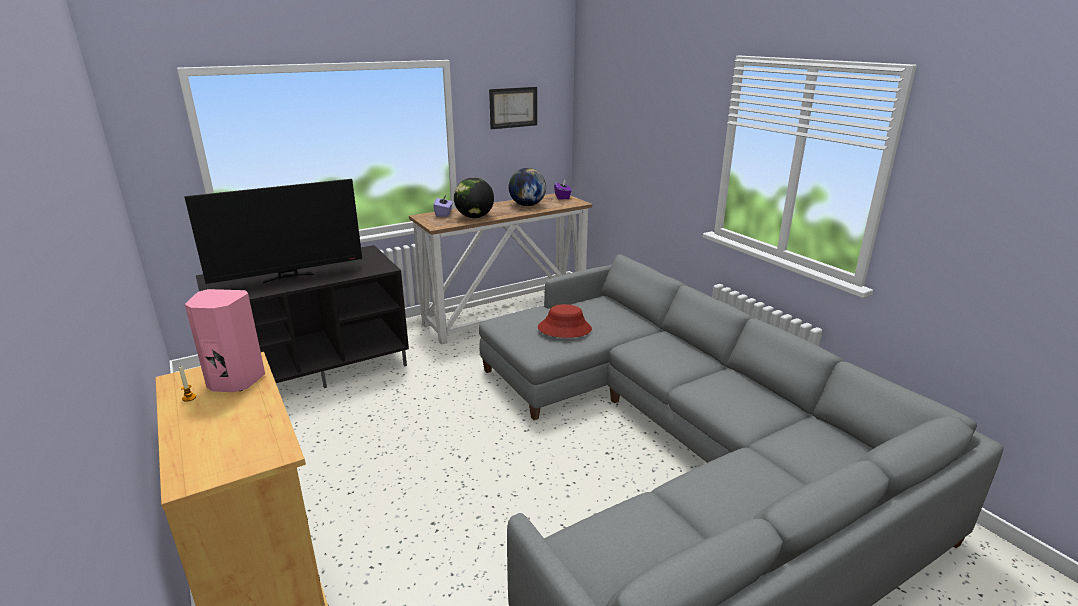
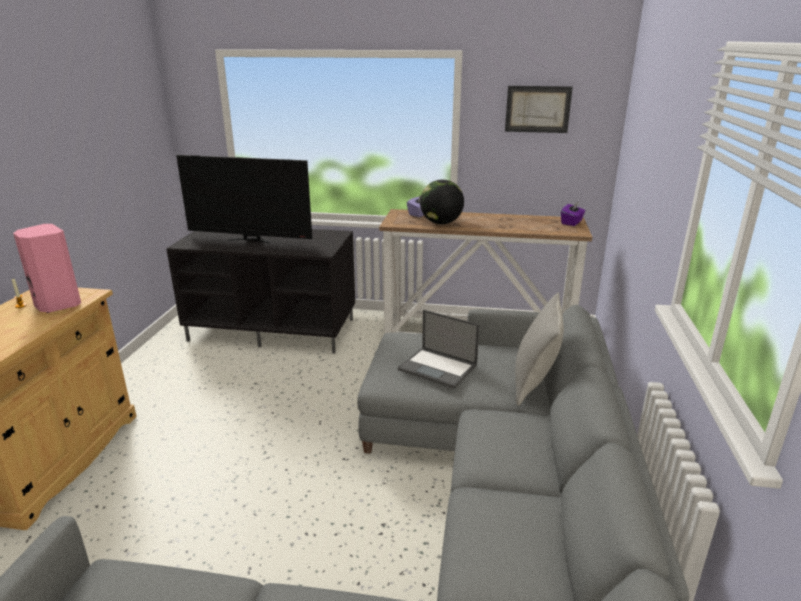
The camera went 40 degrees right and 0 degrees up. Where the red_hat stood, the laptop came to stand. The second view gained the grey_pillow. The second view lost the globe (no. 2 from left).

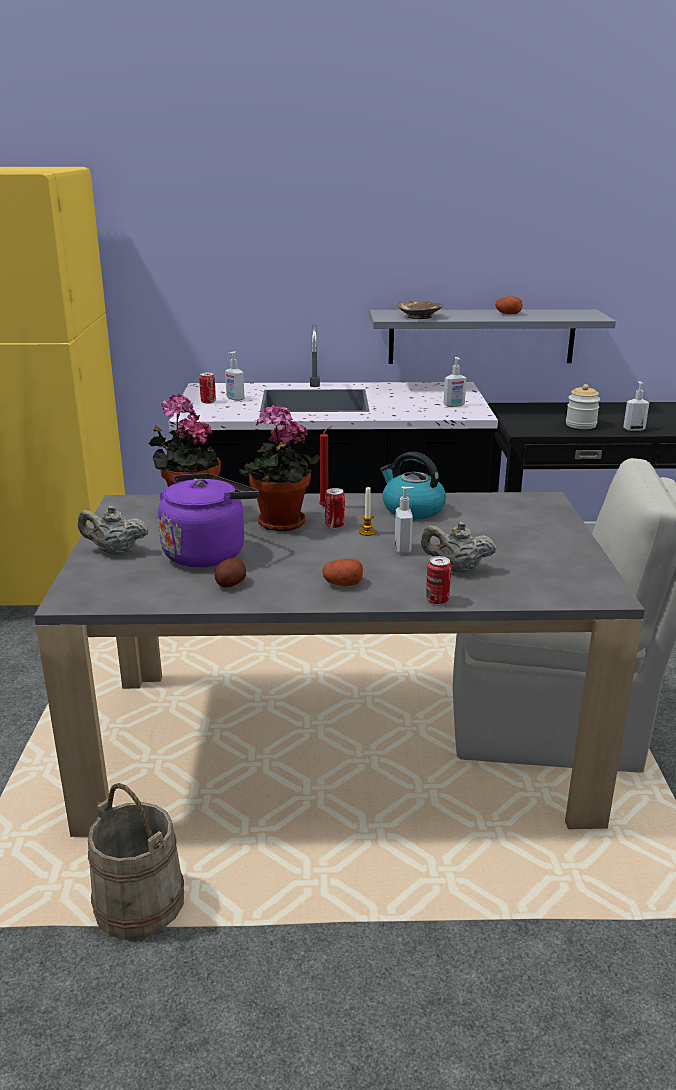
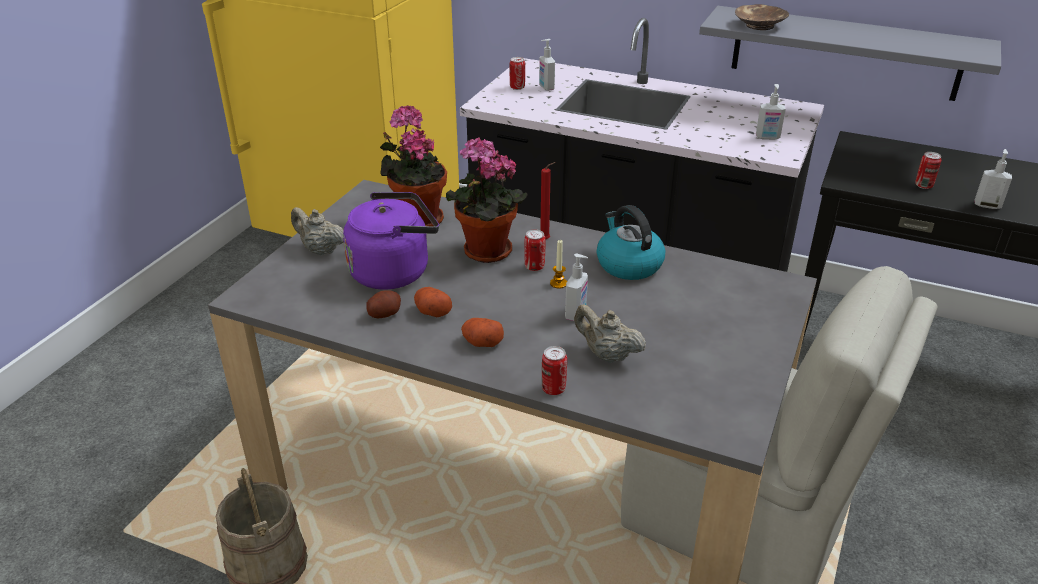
The camera went 25 degrees right and 10 degrees up. The potato (no. 3 from left in the first image) ended up elsewhere. Where the jar stood, the can (no. 4 from left) came to stand.

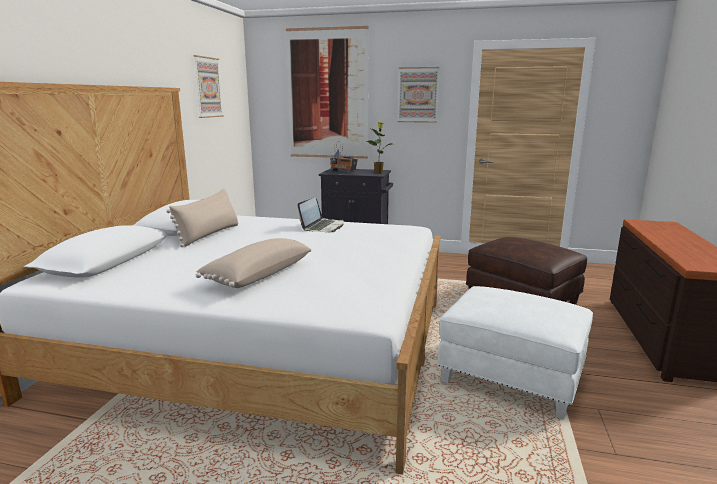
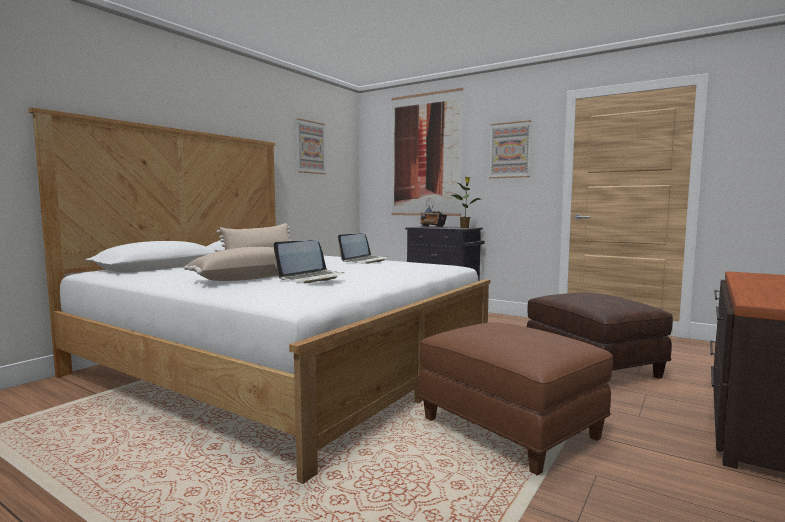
The camera went 20 degrees right and 10 degrees down. The second view gained the laptop (no. 1 from left). What was the white_ottoman turned into the brown_ottoman (no. 1 from left).

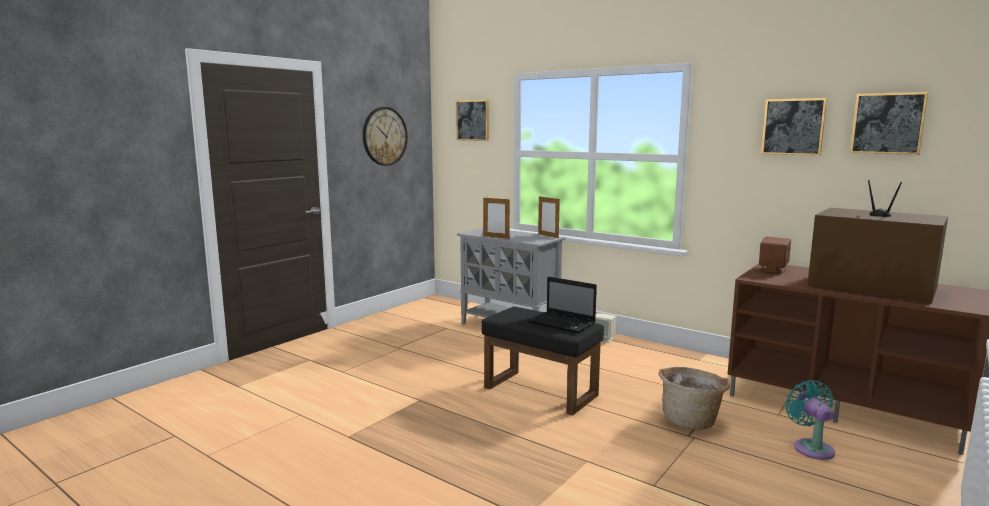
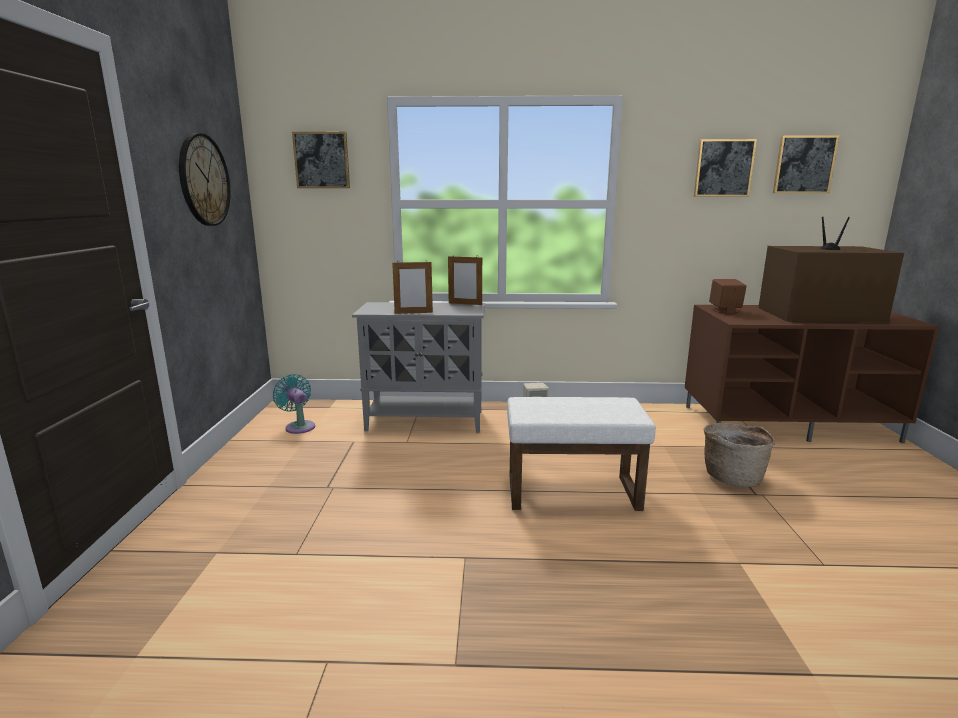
The camera went 35 degrees left and 5 degrees up. The turquoise_fan ended up elsewhere. What was the black_ottoman turned into the white_ottoman. The second view lost the laptop.

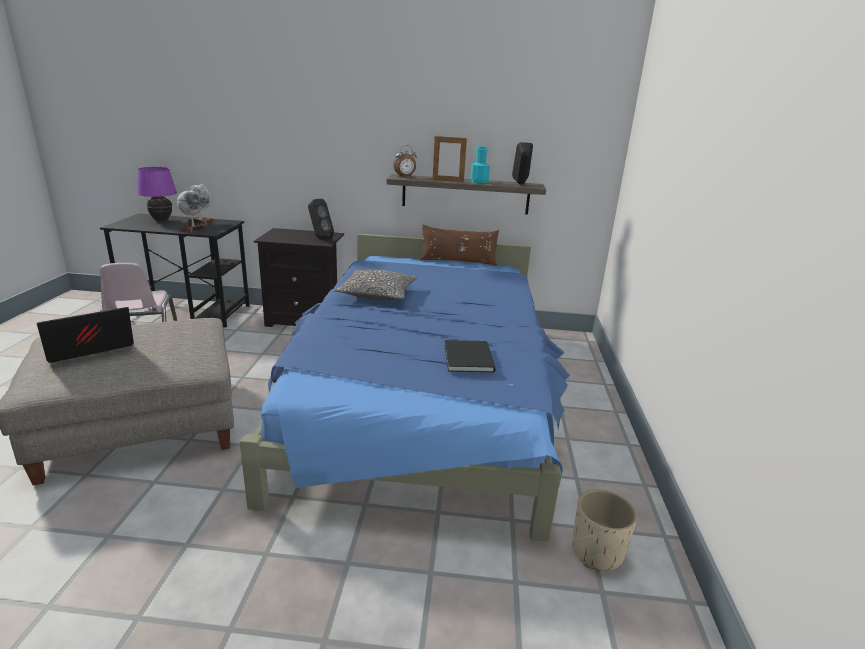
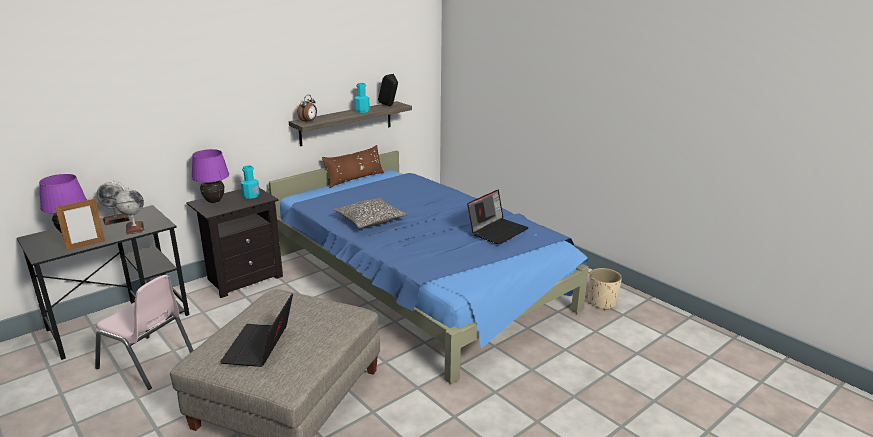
The camera went 45 degrees left and 0 degrees up. The picture_frame ended up elsewhere. The second view gained the purple_table_lamp (no. 2 from left). Where the black_speaker (no. 1 from left) stood, the turquoise_bottle (no. 1 from left) came to stand. Where the black_book stood, the laptop (no. 2 from left) came to stand.

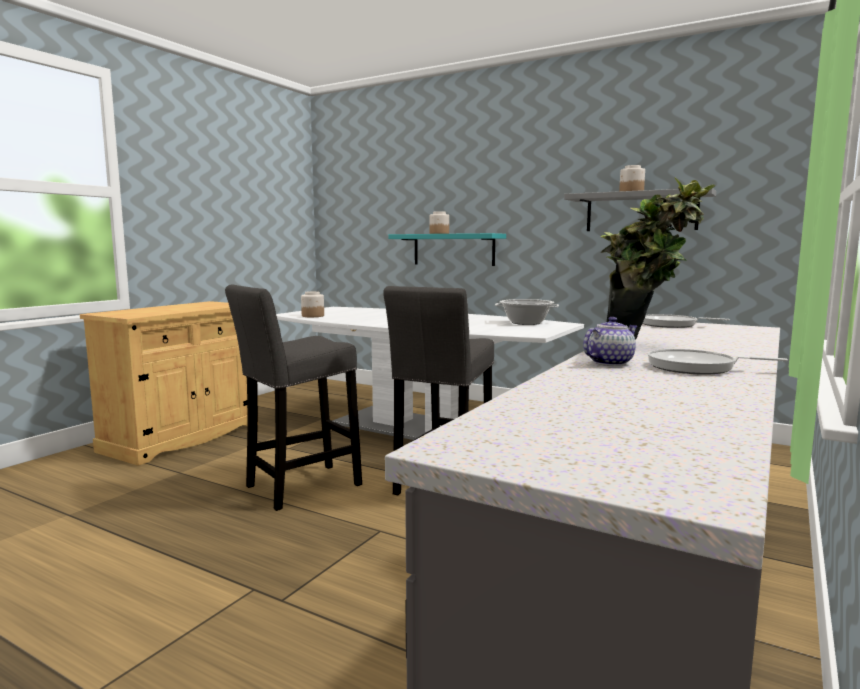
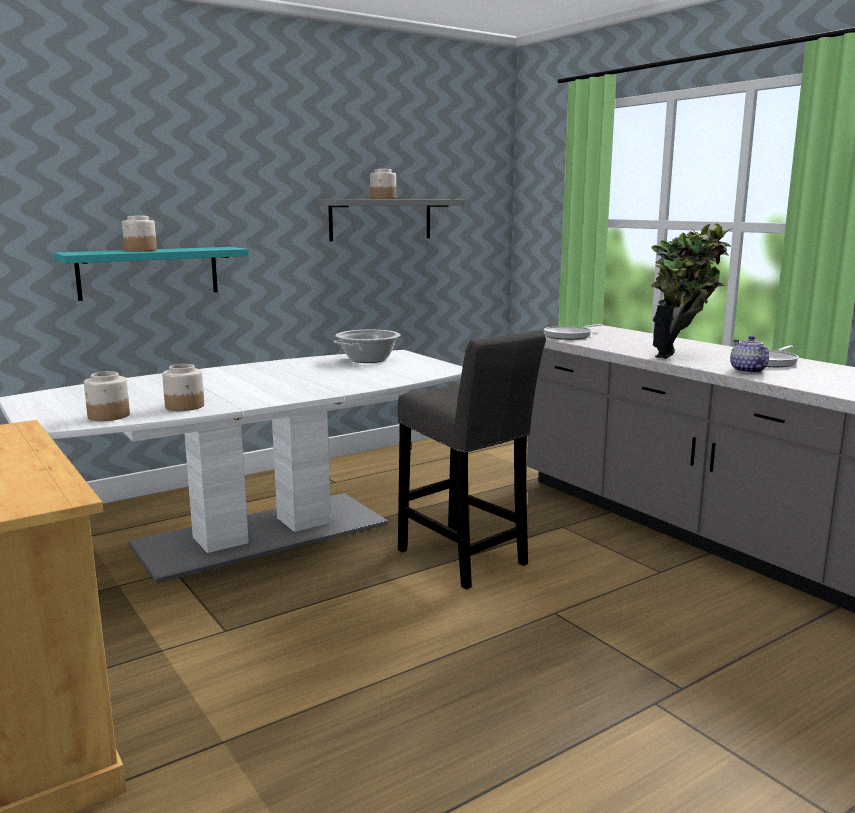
The camera went 65 degrees left and 5 degrees up. The second view gained the jar (no. 3 from left). The second view lost the grey_stool (no. 1 from left).

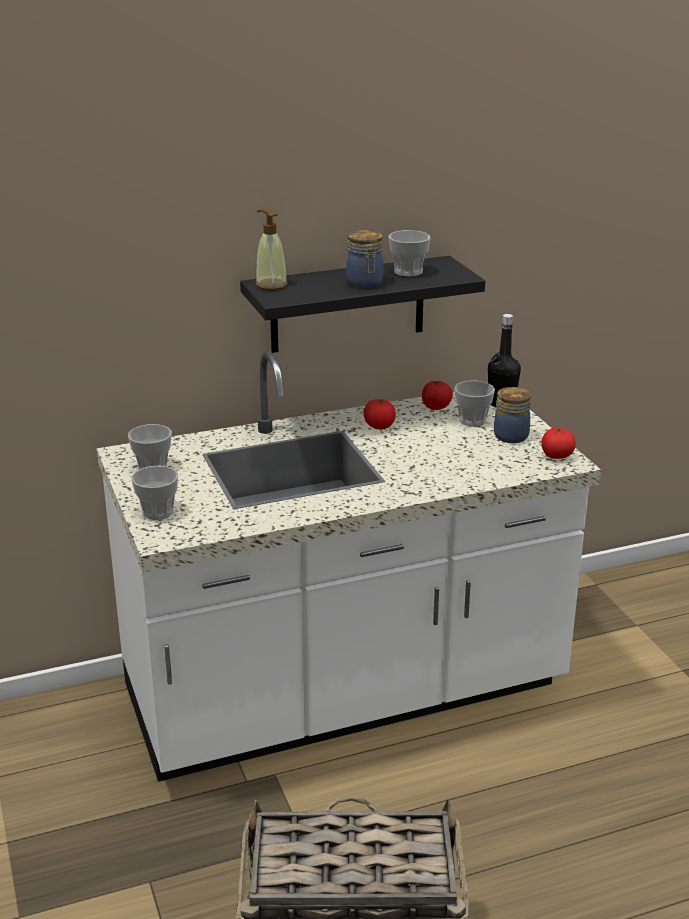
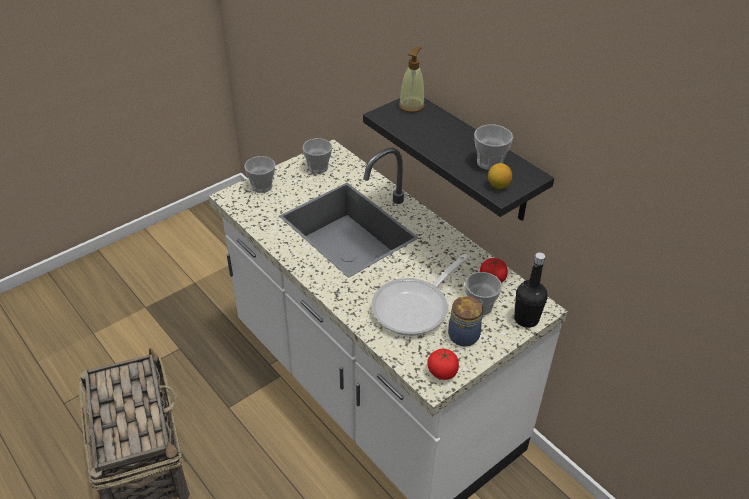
The camera went 70 degrees right and 15 degrees up. The second view gained the frying_pan. The second view gained the lemon. The second view lost the jar (no. 1 from left). The second view lost the tomato (no. 1 from left).

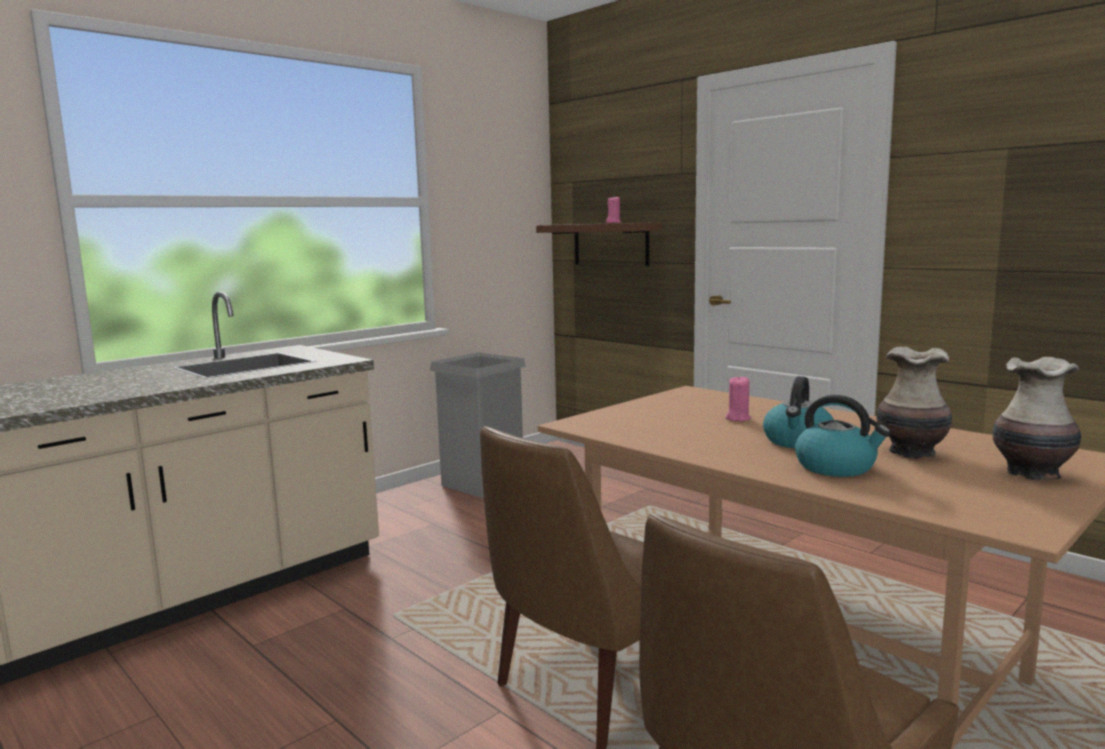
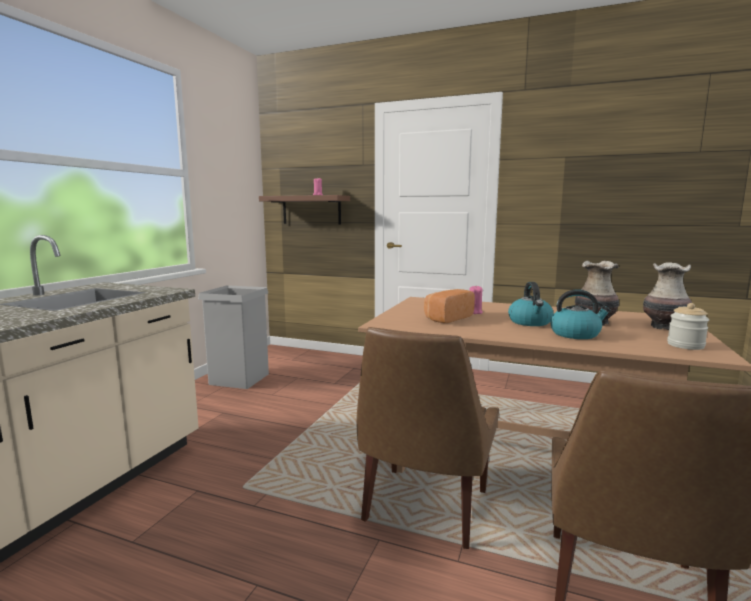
The camera went 25 degrees left and 0 degrees up. The second view gained the bread. The second view gained the jar.

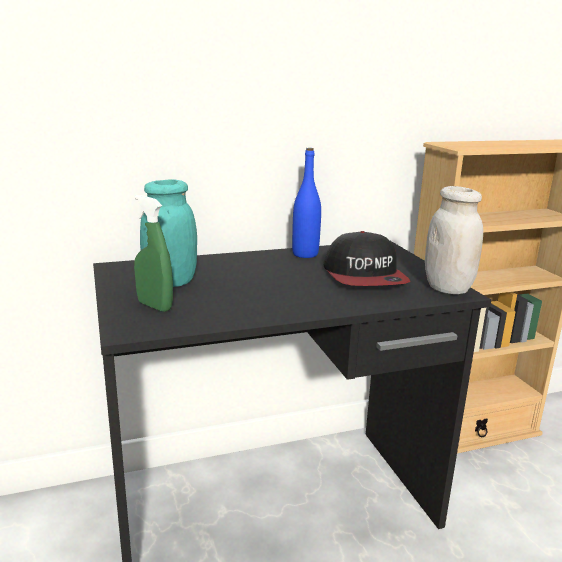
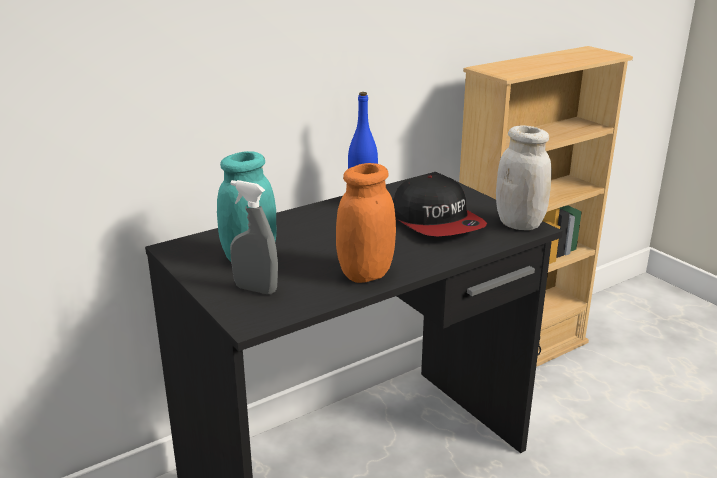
The camera went 15 degrees left and 5 degrees up. What was the green_spray_bottle turned into the grey_spray_bottle. The second view gained the orange_jar.

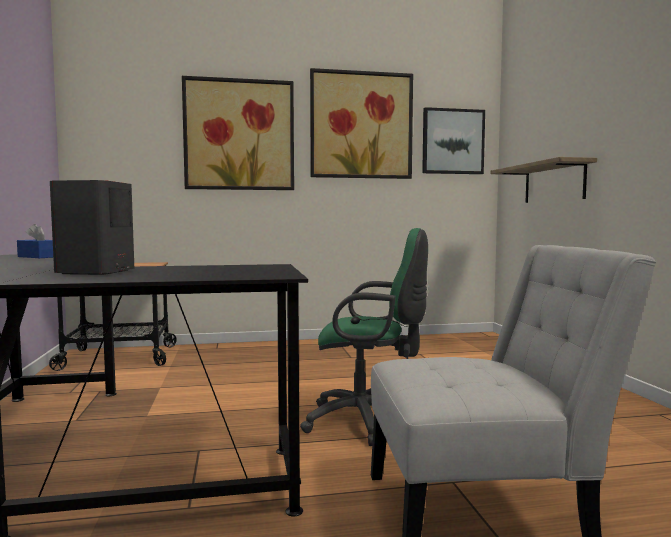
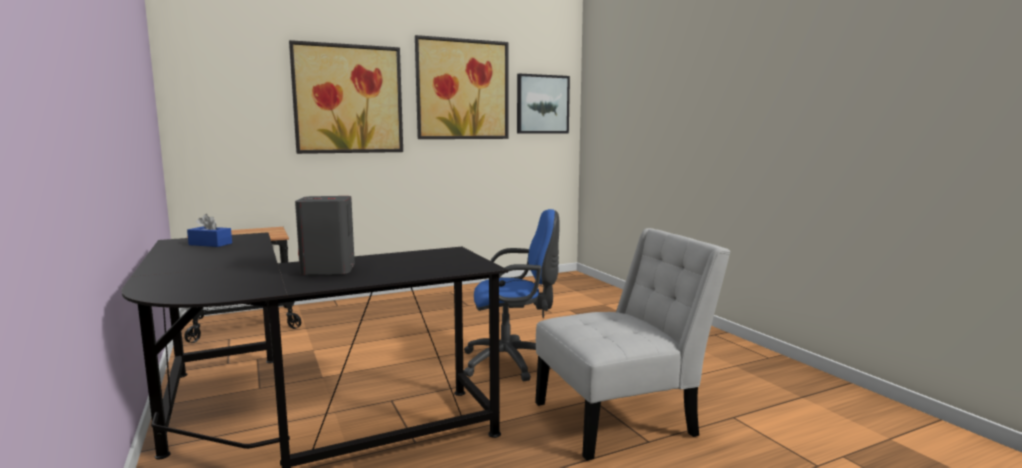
The camera went 15 degrees left and 5 degrees up. What was the green_office_chair turned into the blue_office_chair. The second view lost the shelf.

